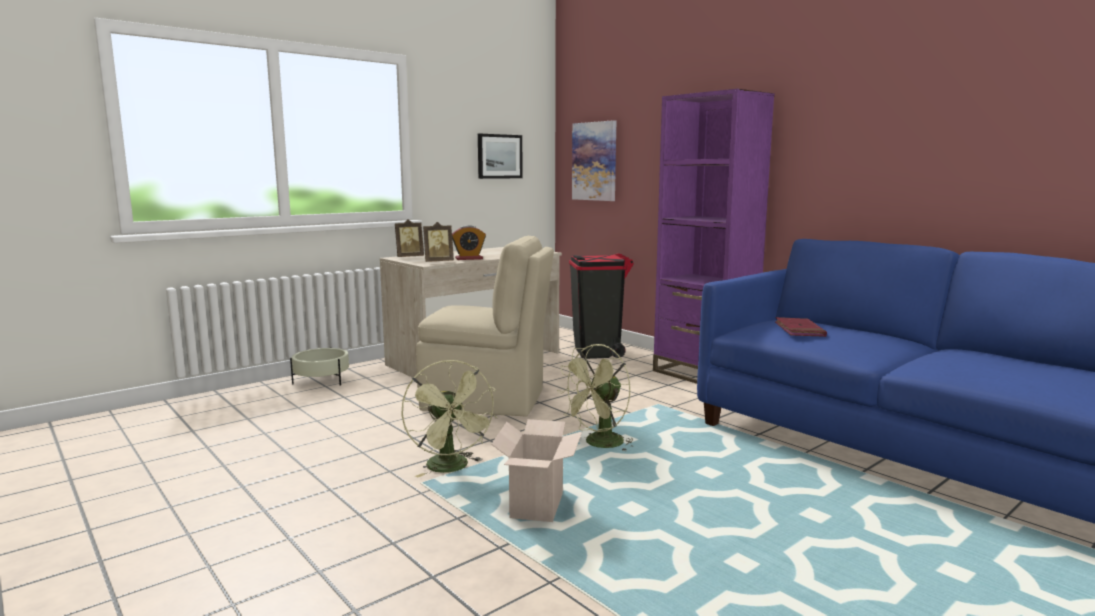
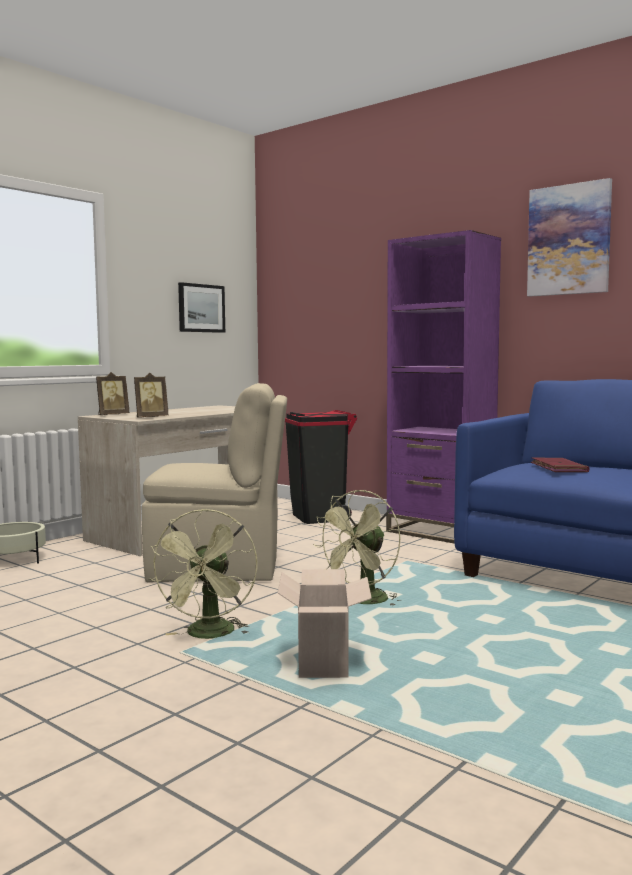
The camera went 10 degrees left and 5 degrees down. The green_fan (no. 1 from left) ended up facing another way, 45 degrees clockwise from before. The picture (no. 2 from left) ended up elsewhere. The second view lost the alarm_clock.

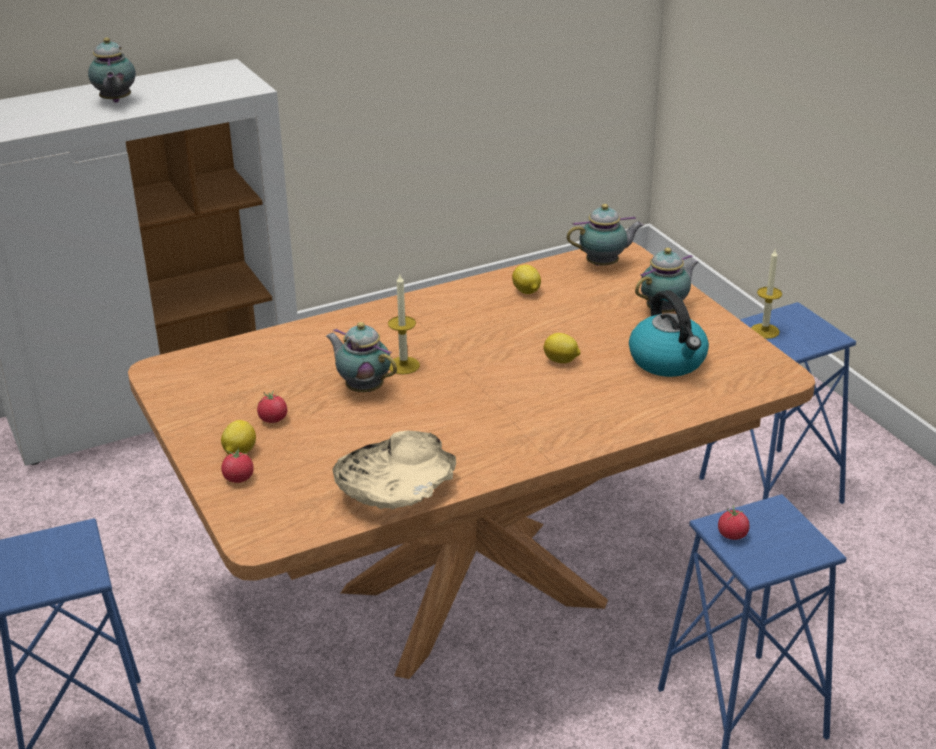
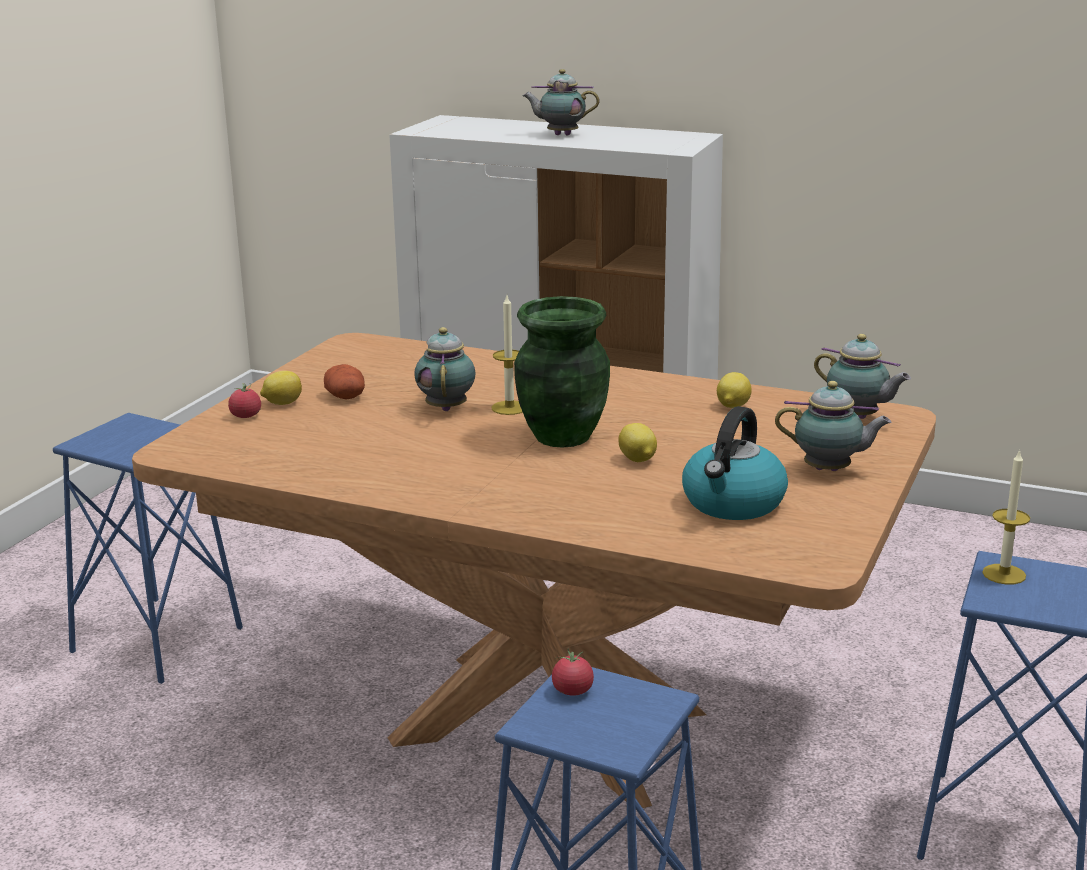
The camera went 50 degrees right and 10 degrees down. Where the tomato (no. 2 from left) stood, the potato came to stand. The second view gained the green_vase. The teapot (no. 1 from left in the first image) ended up facing another way, 60 degrees clockwise from before. The second view lost the beige_bowl.

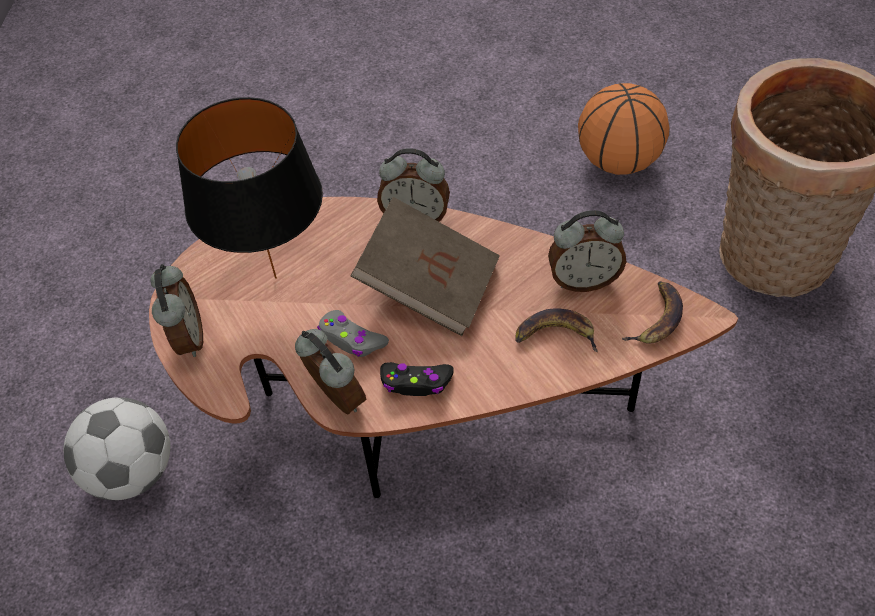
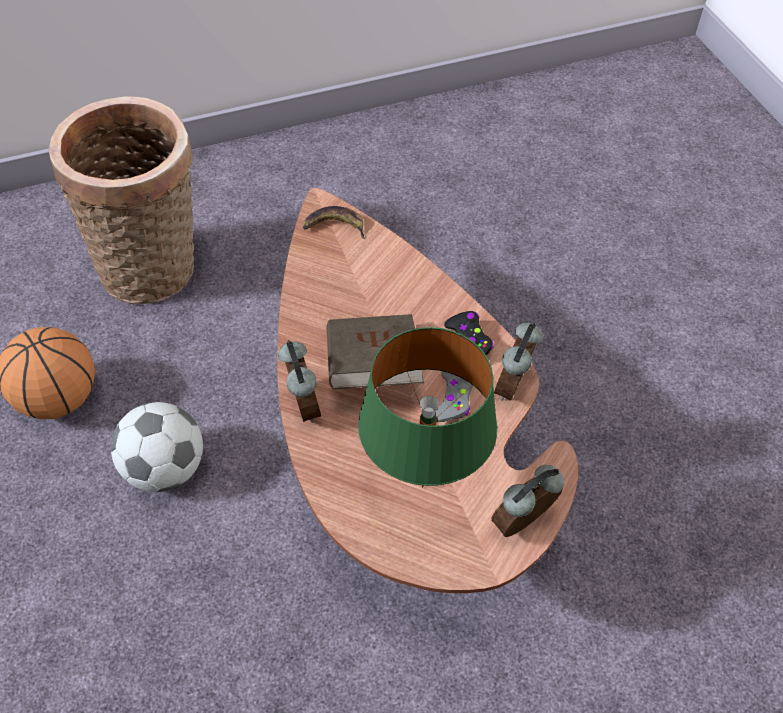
The camera went 120 degrees left and 0 degrees up. The football ended up elsewhere. What was the black_table_lamp turned into the green_table_lamp. The second view lost the banana (no. 1 from left). The second view lost the alarm_clock (no. 4 from left).

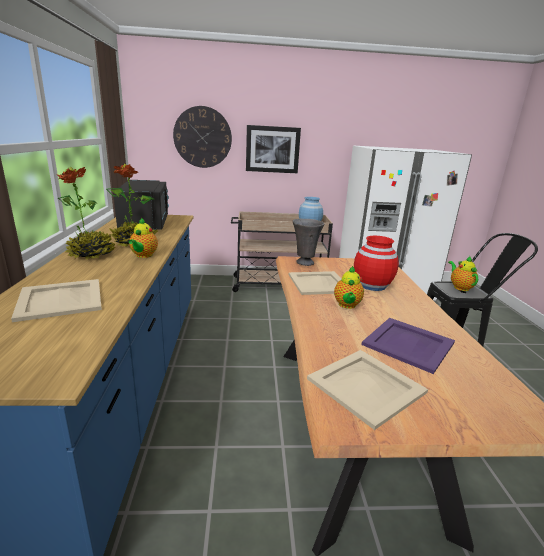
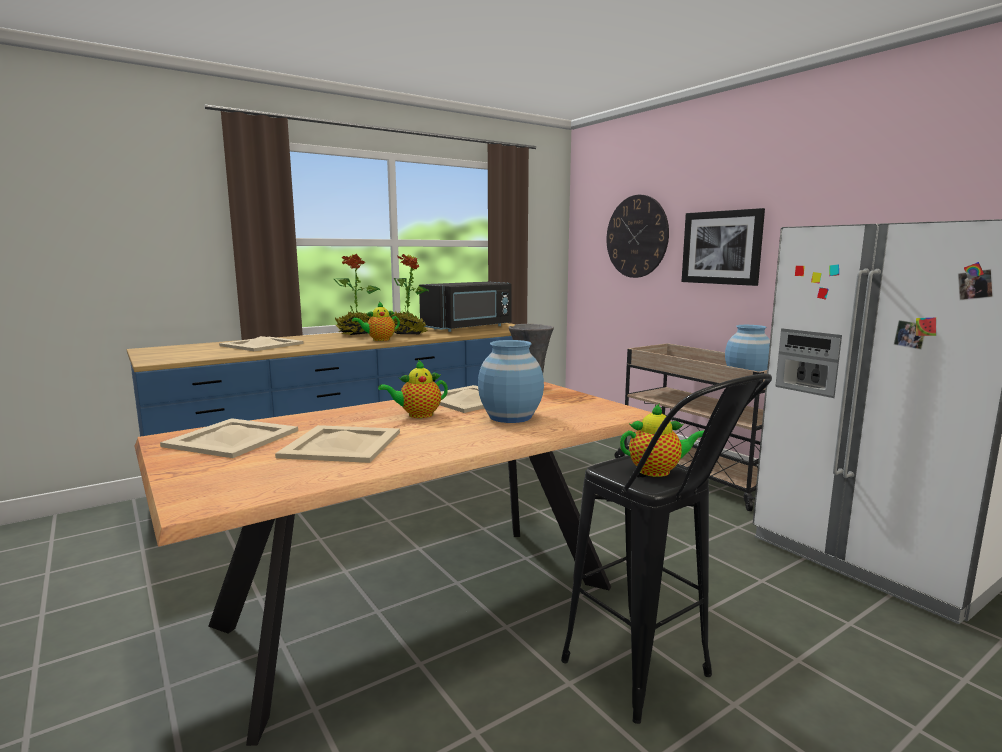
The camera went 60 degrees right and 10 degrees down. What was the purple_tray turned into the beige_tray (no. 3 from left). What was the red_vase turned into the blue_vase (no. 1 from left). The teapot (no. 3 from left) ended up facing another way, 45 degrees clockwise from before.

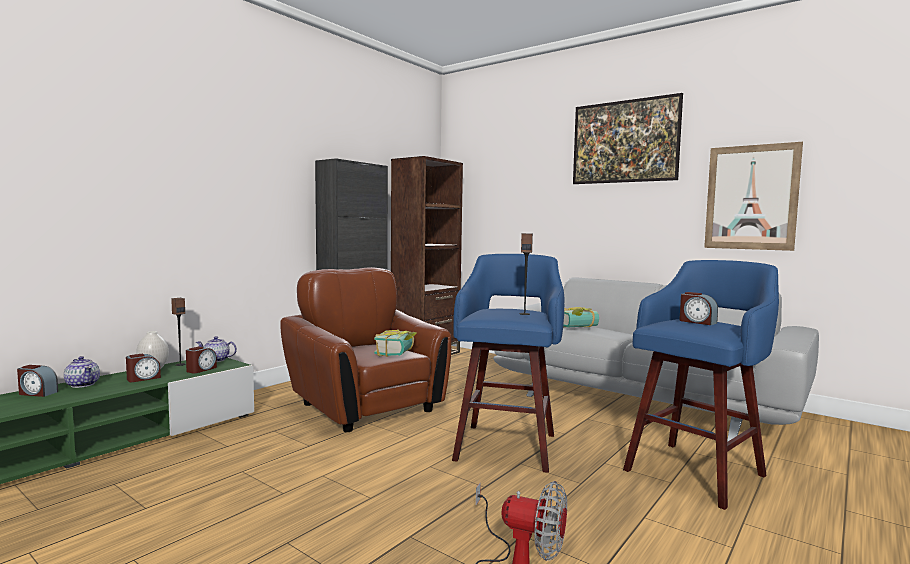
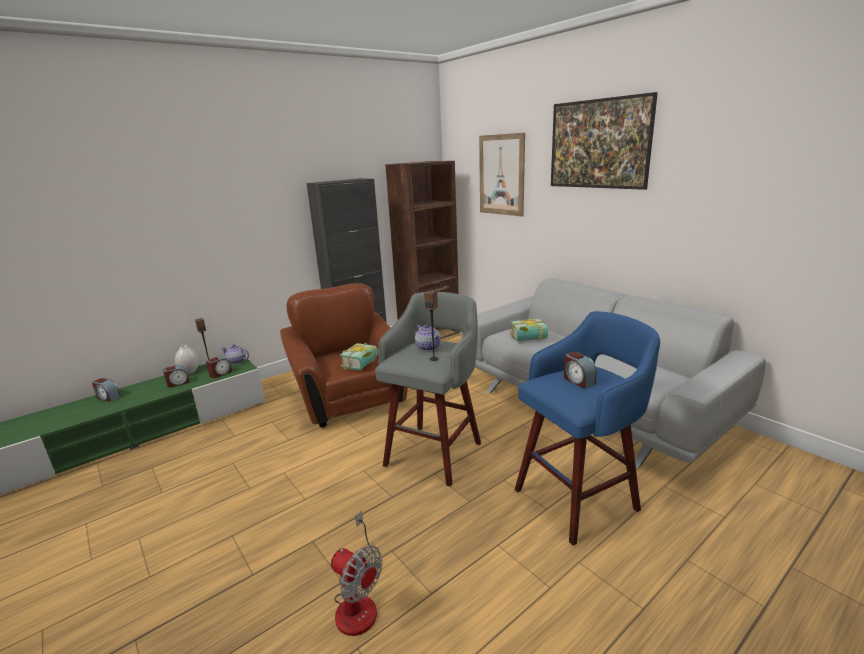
The camera went 15 degrees right and 15 degrees up. What was the blue_stool (no. 1 from left) turned into the grey_stool. The teapot (no. 1 from left in the first image) ended up elsewhere. The picture (no. 2 from left in the first image) ended up elsewhere.

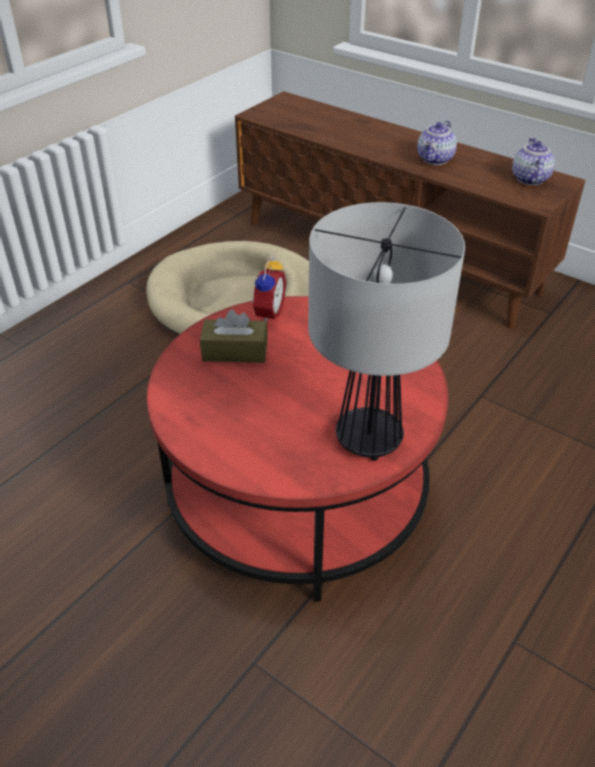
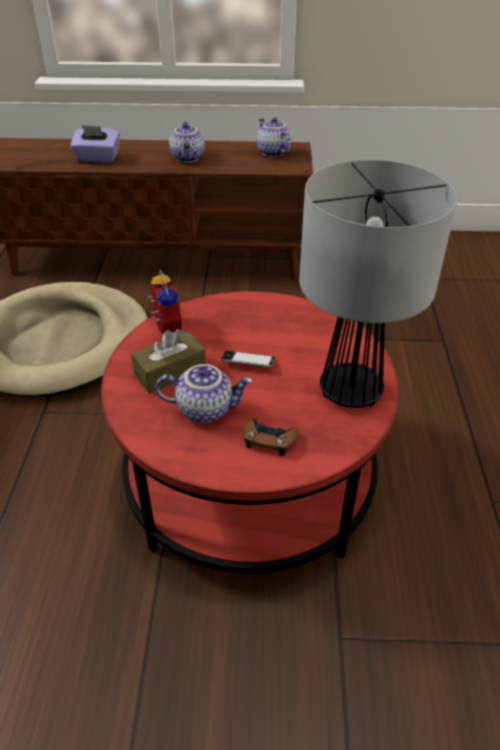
The camera went 35 degrees left and 0 degrees up. The second view gained the purple_tissue_box. The second view gained the teapot (no. 2 from left). The second view gained the phone. The second view gained the brown_game_controller.

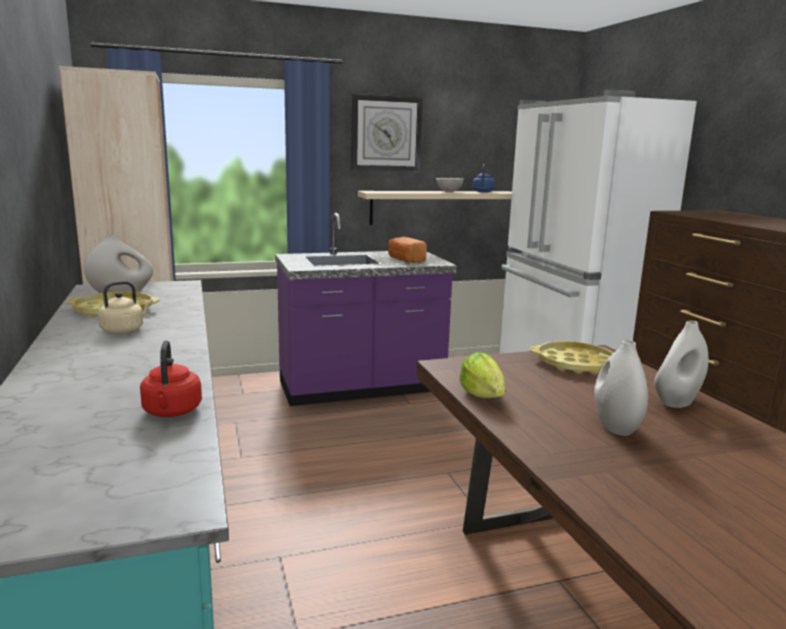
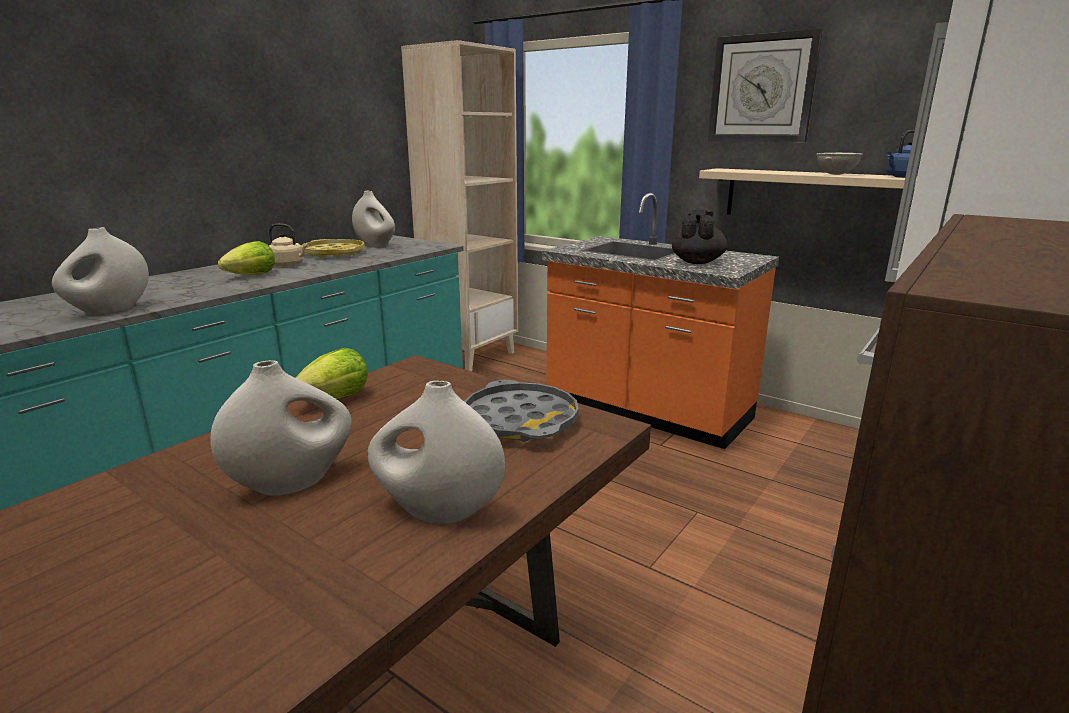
The camera went 55 degrees right and 5 degrees up. Where the red_kettle stood, the white_vase (no. 1 from left) came to stand. The second view gained the lettuce (no. 1 from left). What was the yellow_tray (no. 2 from left) turned into the grey_tray. What was the purple_counter turned into the orange_counter. Where the bread stood, the black_teapot came to stand.

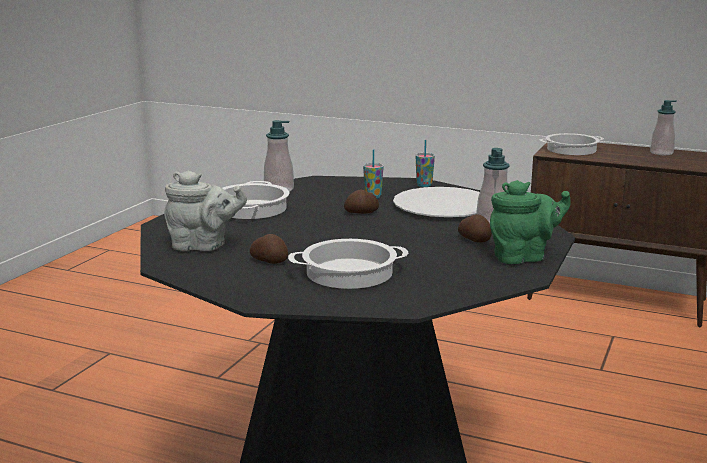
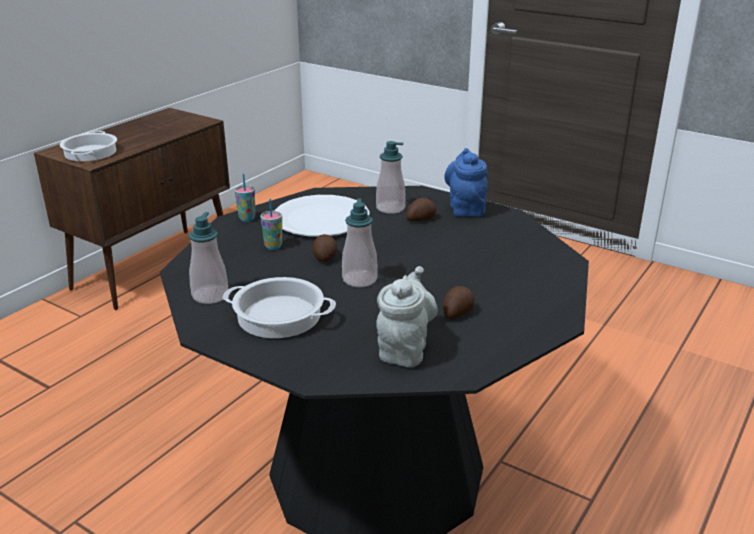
The camera went 80 degrees left and 10 degrees up. The soap_dispenser (no. 3 from left in the first image) ended up elsewhere. What was the green_teapot turned into the blue_teapot. The second view lost the cooking_pot (no. 2 from left).

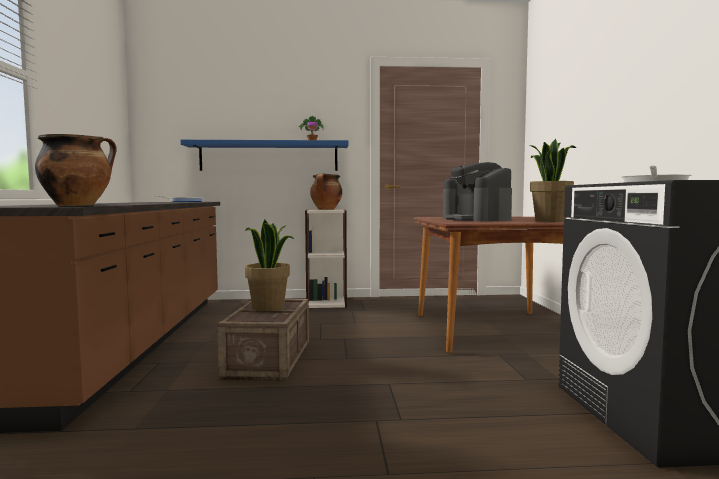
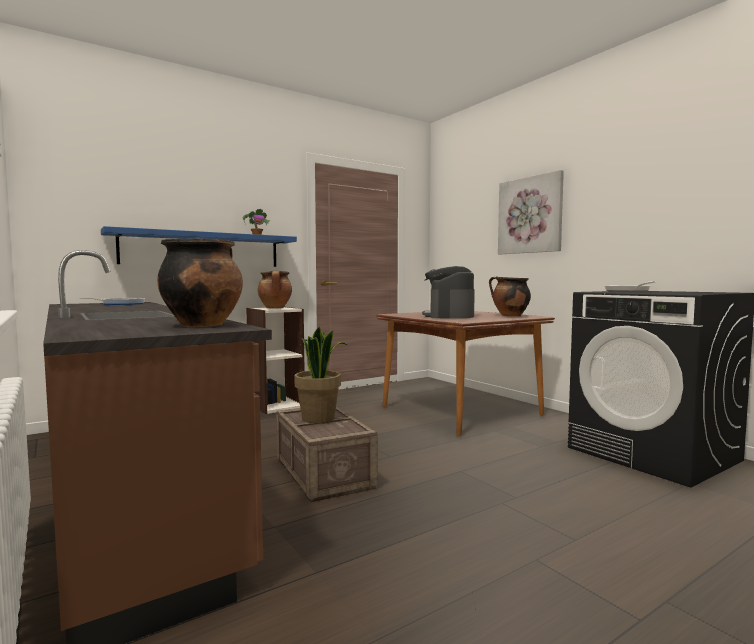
The camera went 30 degrees left and 0 degrees up. The coffee_machine ended up facing another way, 60 degrees clockwise from before. Where the potted_plant (no. 3 from left) stood, the cooking_pot (no. 3 from left) came to stand. The second view gained the picture.

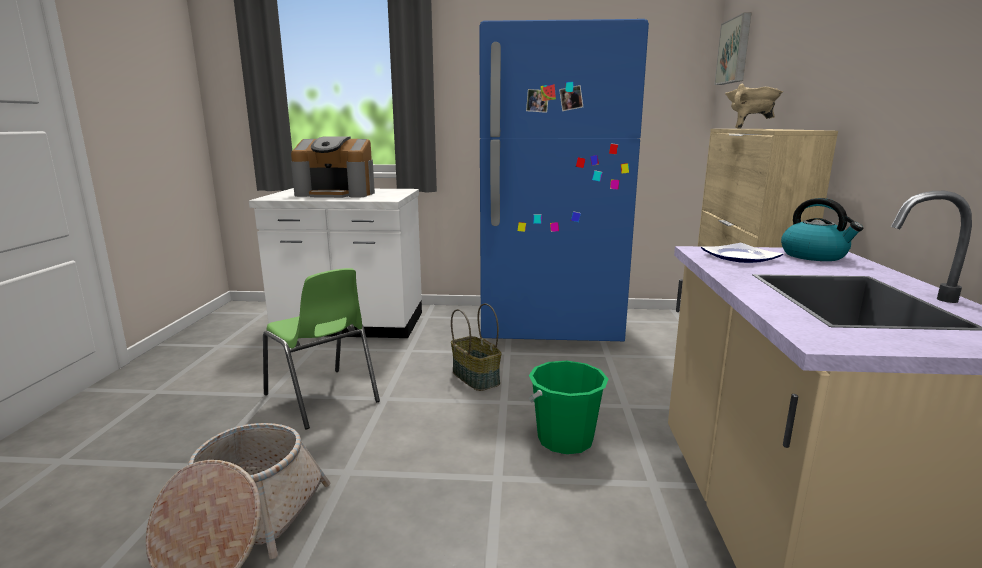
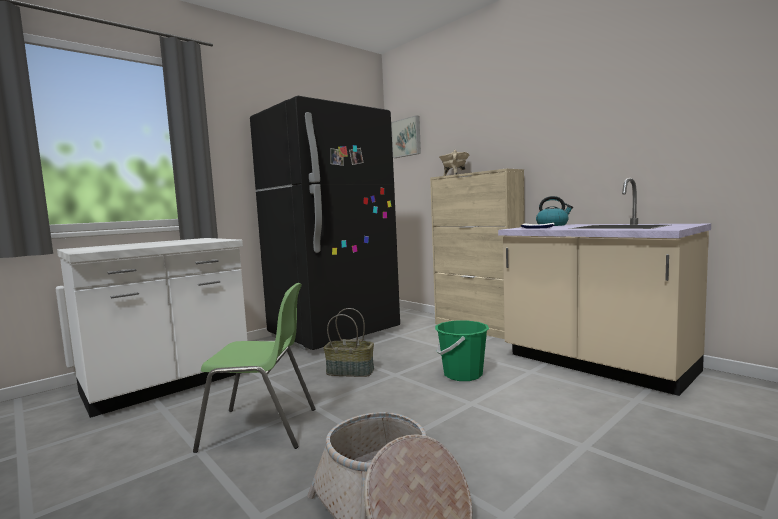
The camera went 45 degrees left and 10 degrees down. What was the blue_fridge turned into the black_fridge. The second view lost the coffee_machine.

